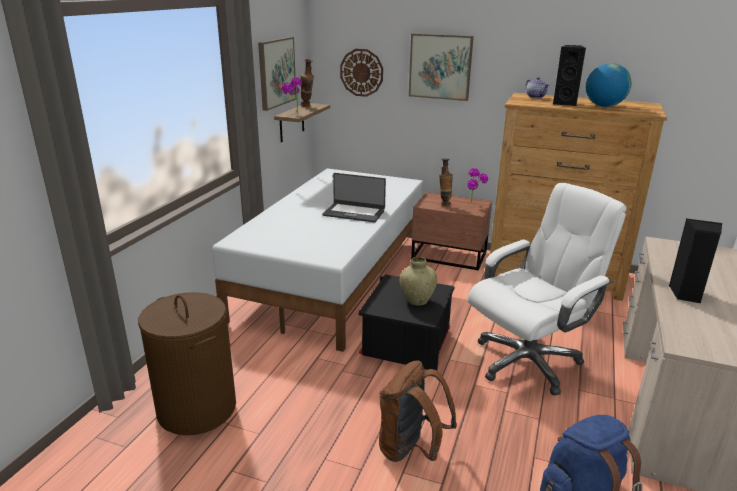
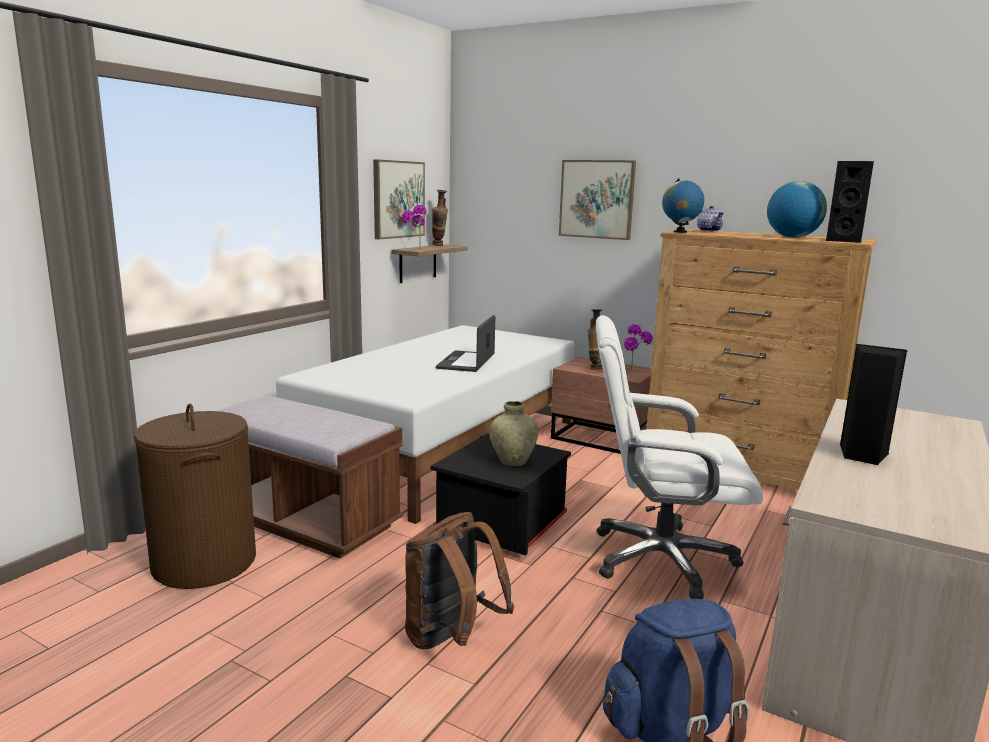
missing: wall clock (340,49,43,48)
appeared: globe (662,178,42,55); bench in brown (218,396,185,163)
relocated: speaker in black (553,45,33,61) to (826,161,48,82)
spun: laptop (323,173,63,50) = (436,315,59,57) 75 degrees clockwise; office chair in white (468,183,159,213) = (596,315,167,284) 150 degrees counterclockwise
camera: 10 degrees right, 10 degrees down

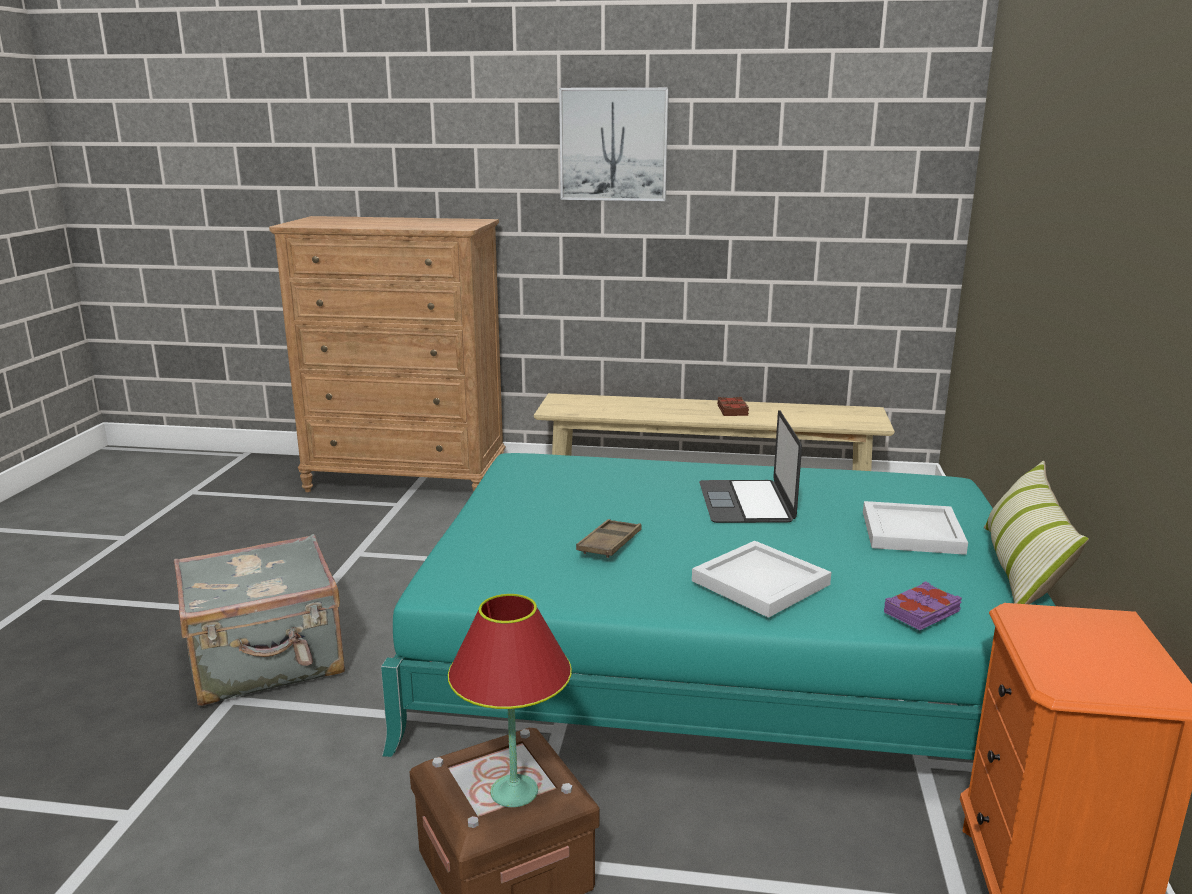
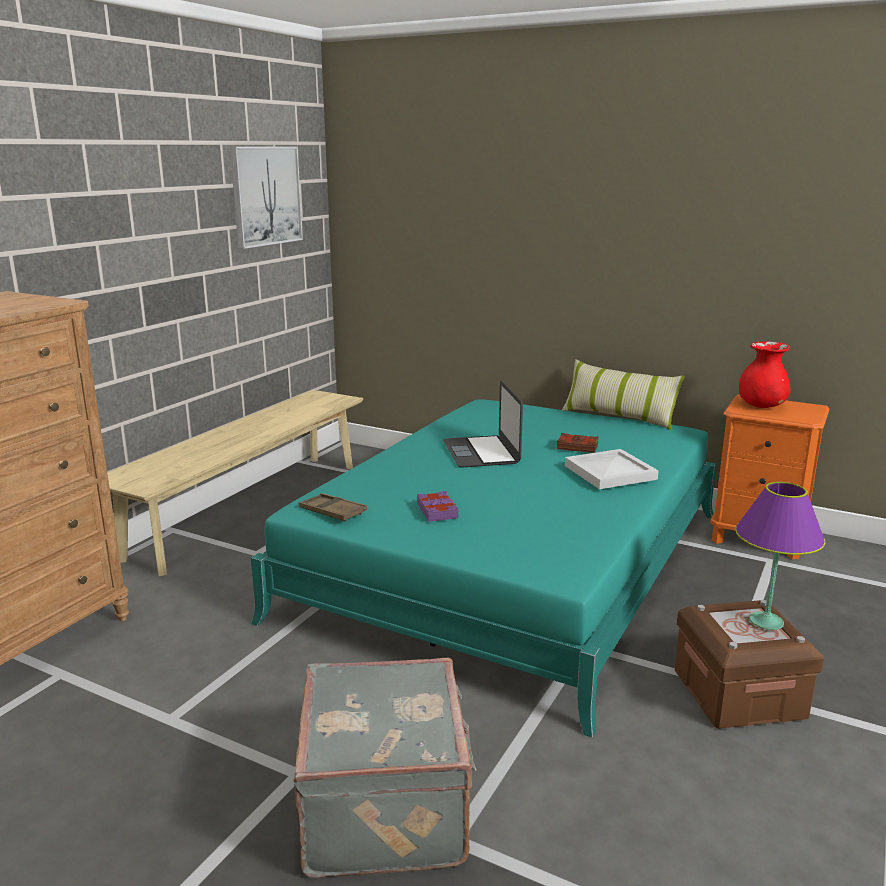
missing: tray in white (863,501,105,54)
appeared: vase in red (739,342,52,66)
relocated: picture (559,87,110,114) to (230,147,73,102); book in brown (717,397,32,19) to (557,433,42,20); tray in brown (576,519,66,39) to (299,493,68,29); book in purple (884,581,78,49) to (417,491,42,31)
colour: table lamp in red (448,594,124,213) to table lamp in purple (735,482,90,148)
spun: laptop (699,410,103,113) = (443,381,80,87) 60 degrees clockwise
camera: 70 degrees left, 0 degrees up

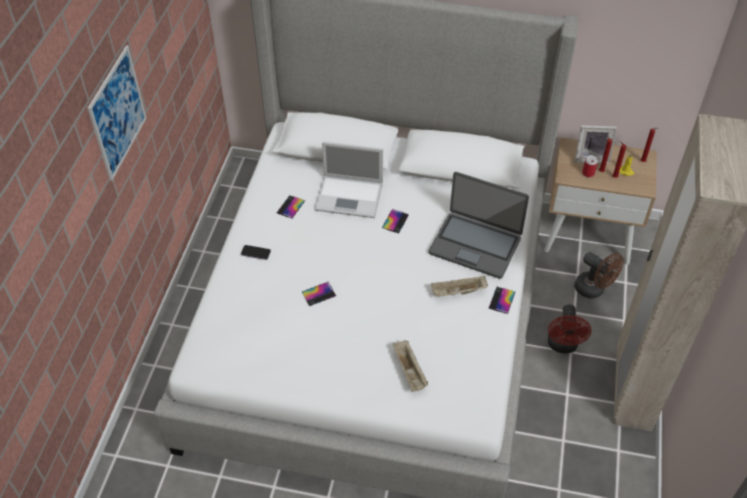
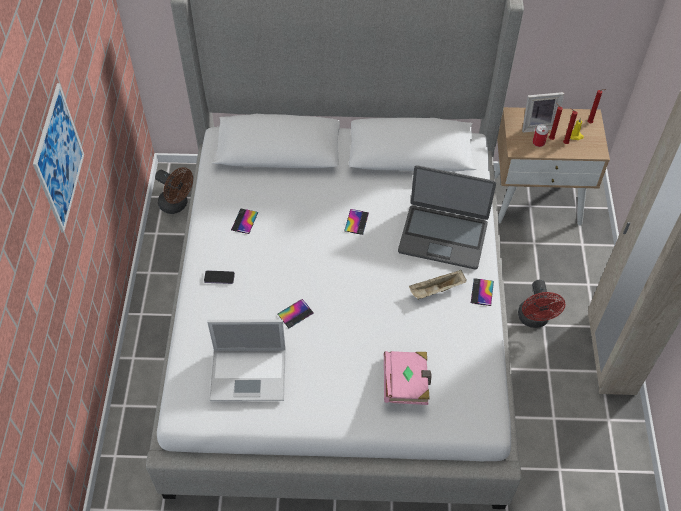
relocated: laptop (314,142,69,76) to (207,320,79,81); fan in brown (574,252,49,46) to (155,167,38,47)
exchanged: tray in beige (393,340,35,52) to book in pink (384,351,48,54)
camera: 10 degrees left, 5 degrees up

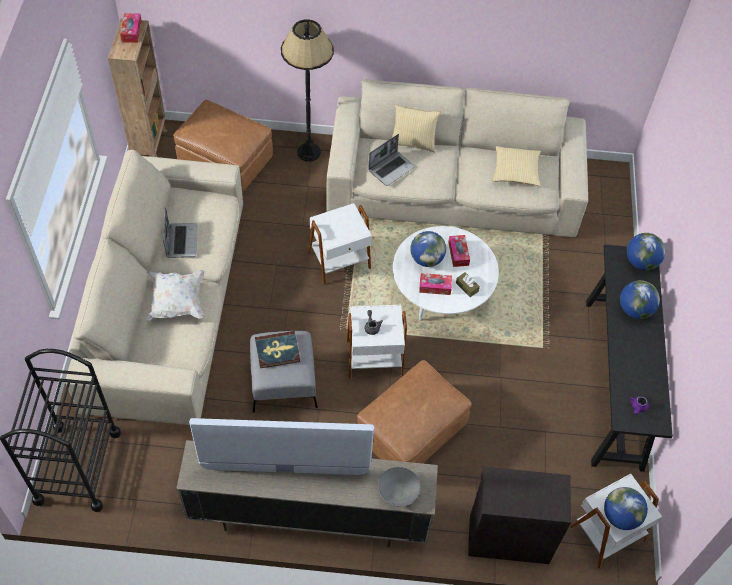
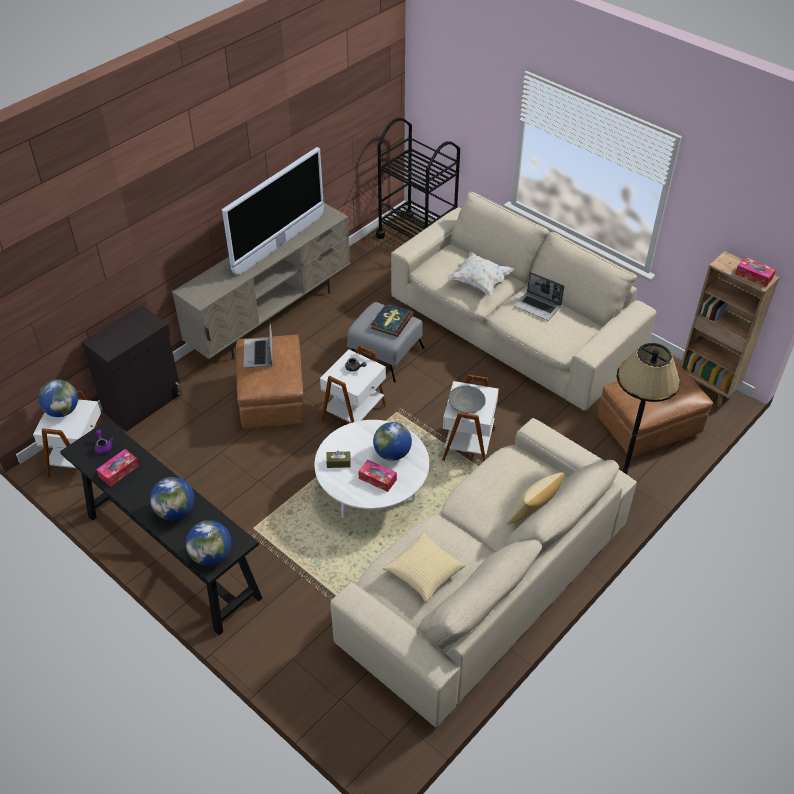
relocated: laptop (368,134,47,52) to (243,319,30,49); tissue box (419,273,33,22) to (96,449,43,38); bowl in grey (378,467,43,40) to (448,385,38,28)
camera: 130 degrees right, 10 degrees down

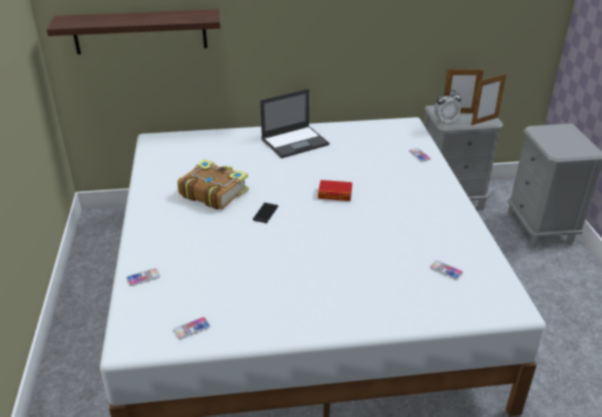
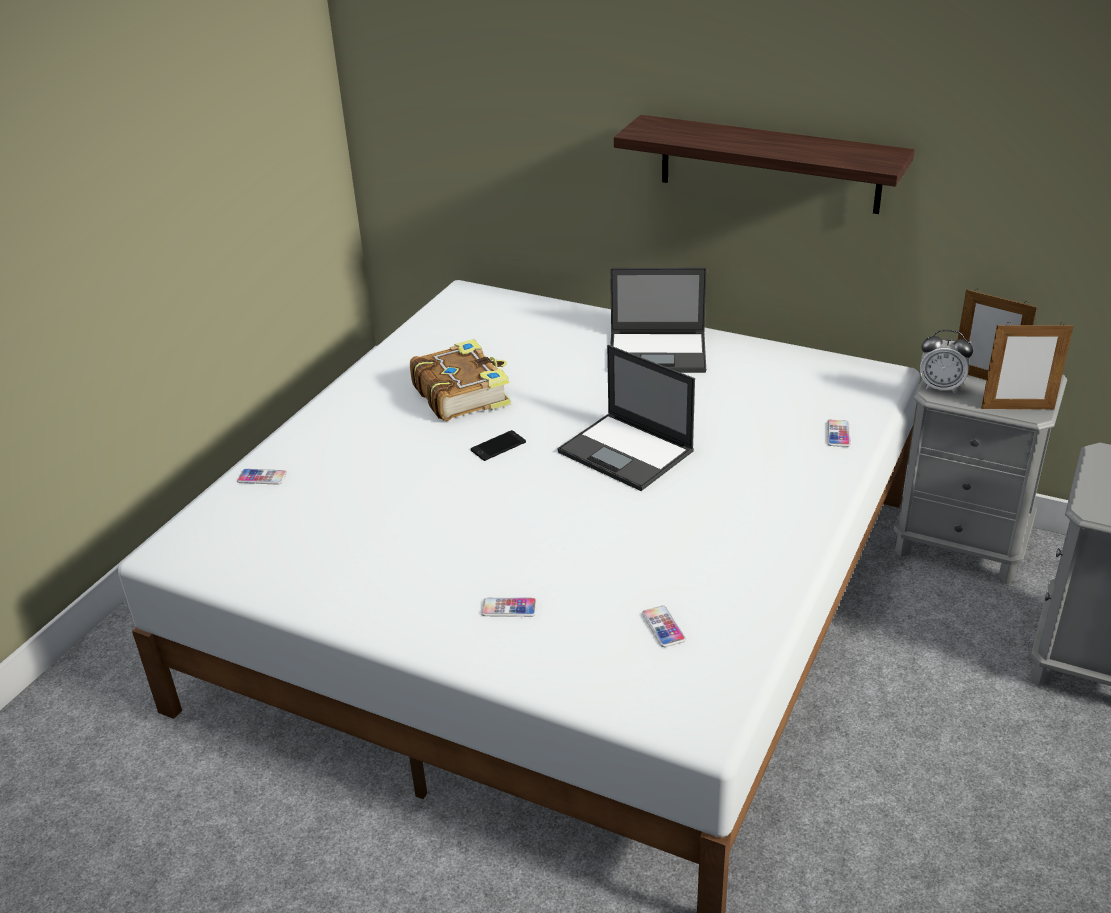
relocated: shelf (47,9,173,45) to (614,115,300,99); phone (173,317,37,22) to (482,598,55,19)
exchanged: book (318,180,34,21) to laptop (557,345,138,146)
camera: 35 degrees right, 0 degrees up

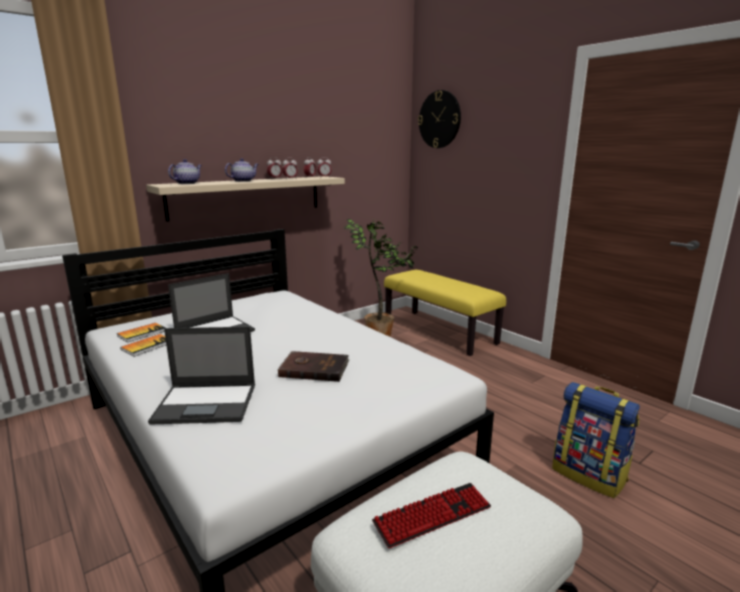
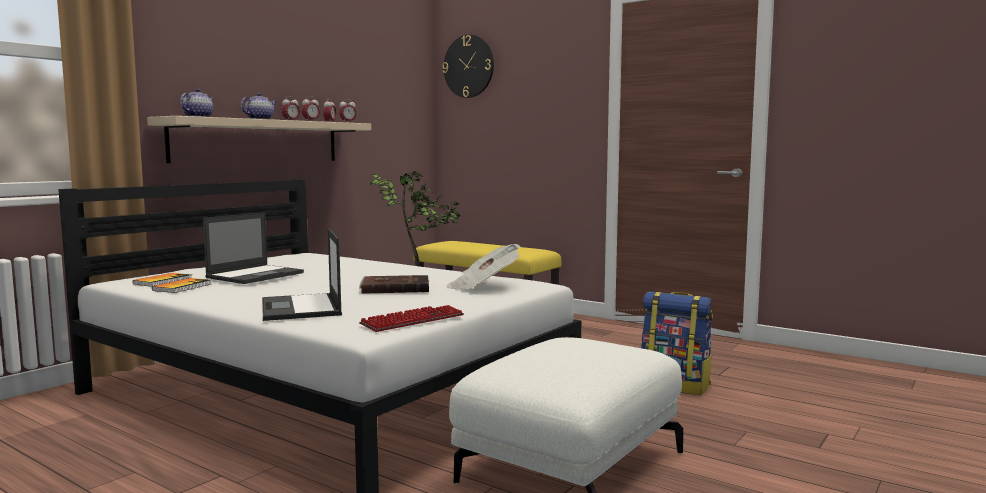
appeared: newspaper (447,244,74,46)
relocated: keyboard (372,483,119,65) to (359,305,105,27)
spun: laptop (148,327,107,98) = (262,228,80,93) 90 degrees clockwise
camera: 15 degrees left, 10 degrees down

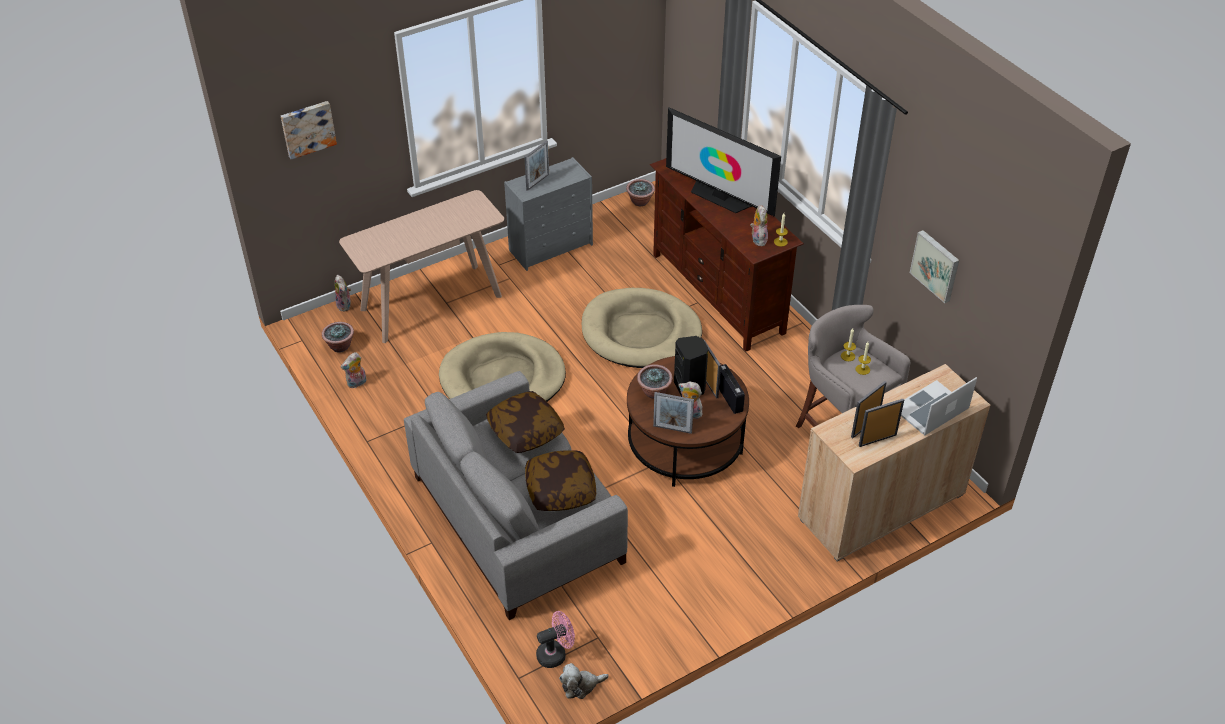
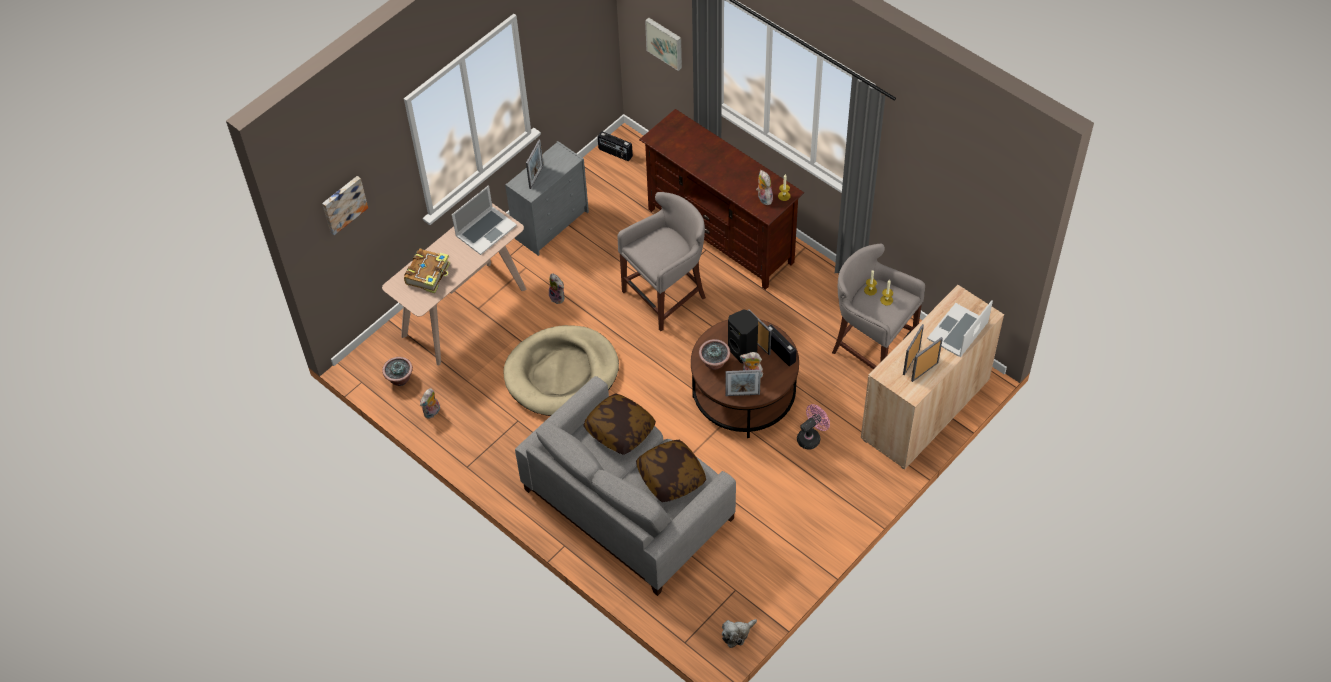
missing: television (666,107,115,109)
appeared: laptop (452,185,65,70); book (404,249,46,44)
relocated: picture (910,230,49,73) to (645,18,37,53); plush toy (335,275,16,36) to (549,274,15,30); fan in pink (536,611,39,57) to (797,404,33,46)
exchanged: potted plant (626,179,29,27) to radio (598,131,35,30); dog bed in beige (582,288,120,80) to stool in grey (618,192,88,139)
camera: 15 degrees left, 10 degrees up

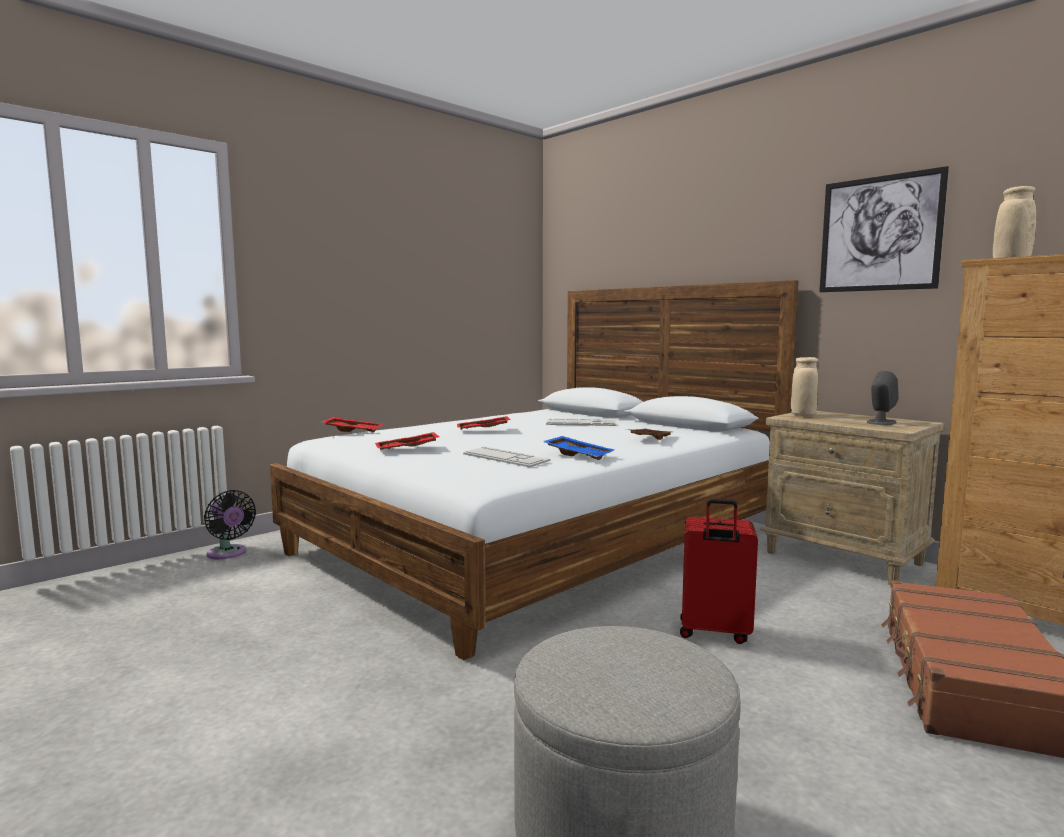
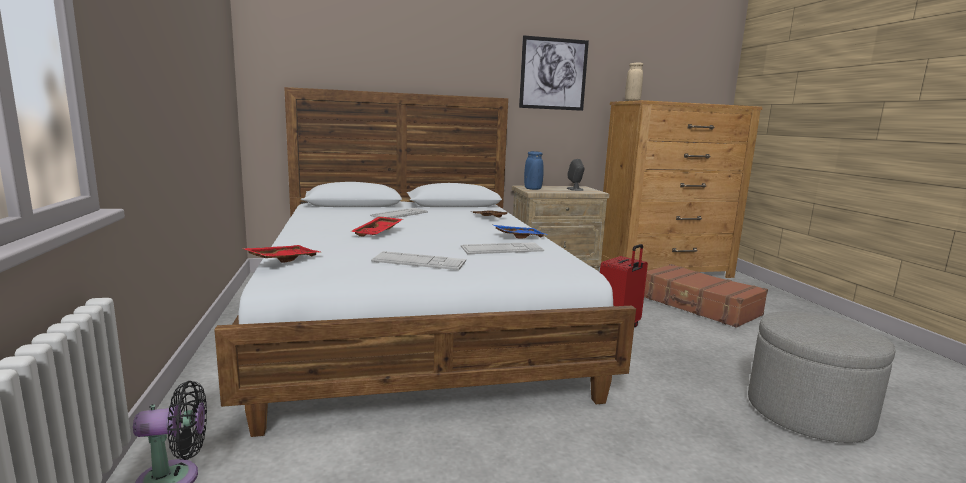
exchanged: tray in red (375,432,64,18) to keyboard (371,251,95,19)
colour: vase in beige (791,357,27,59) to vase in blue (524,151,19,39)
camera: 60 degrees left, 5 degrees up

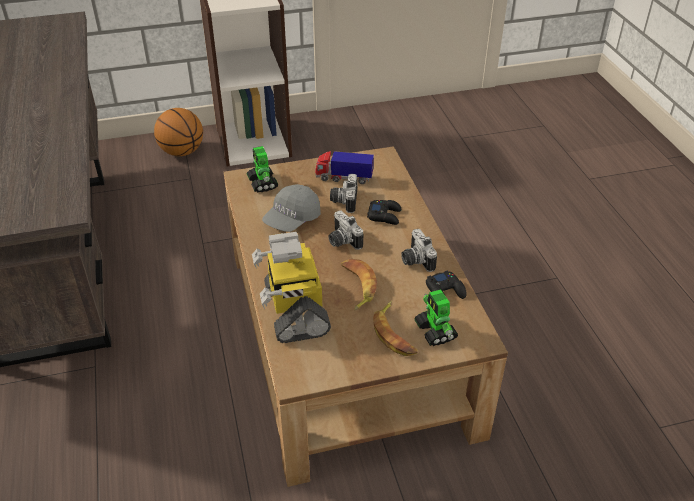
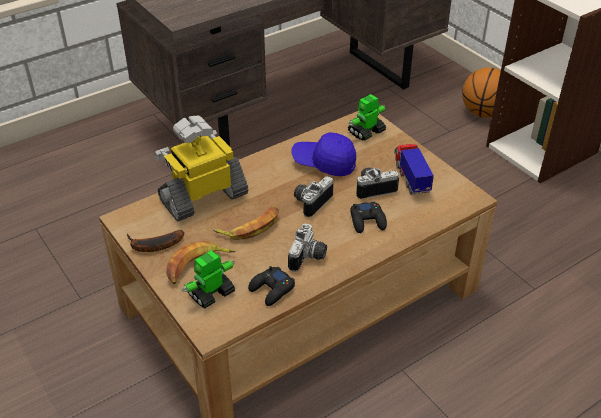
appeared: banana (127,230,57,22)
colour: cap in grey (262,184,59,48) to cap in blue (291,132,65,44)
spun: photo camera (401,229,36,43) = (288,223,39,49) 150 degrees clockwise
camera: 70 degrees right, 0 degrees up

